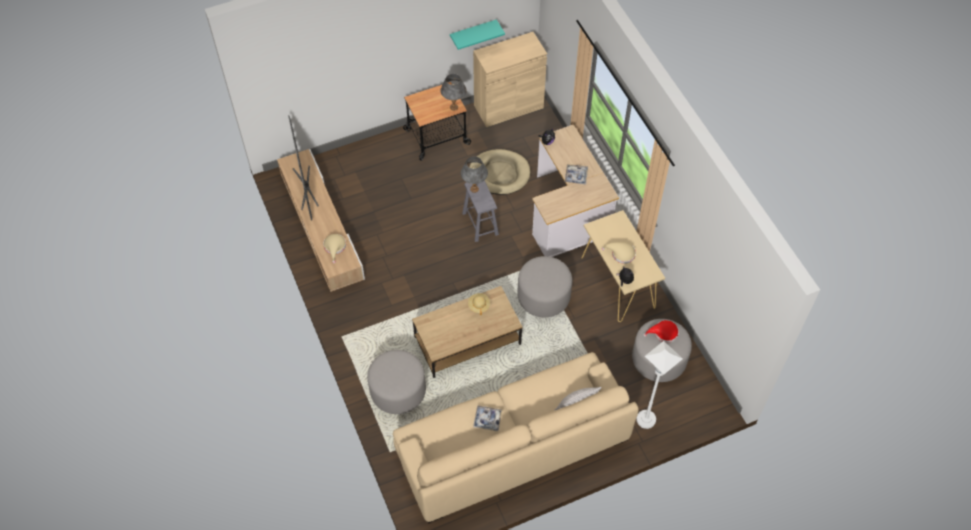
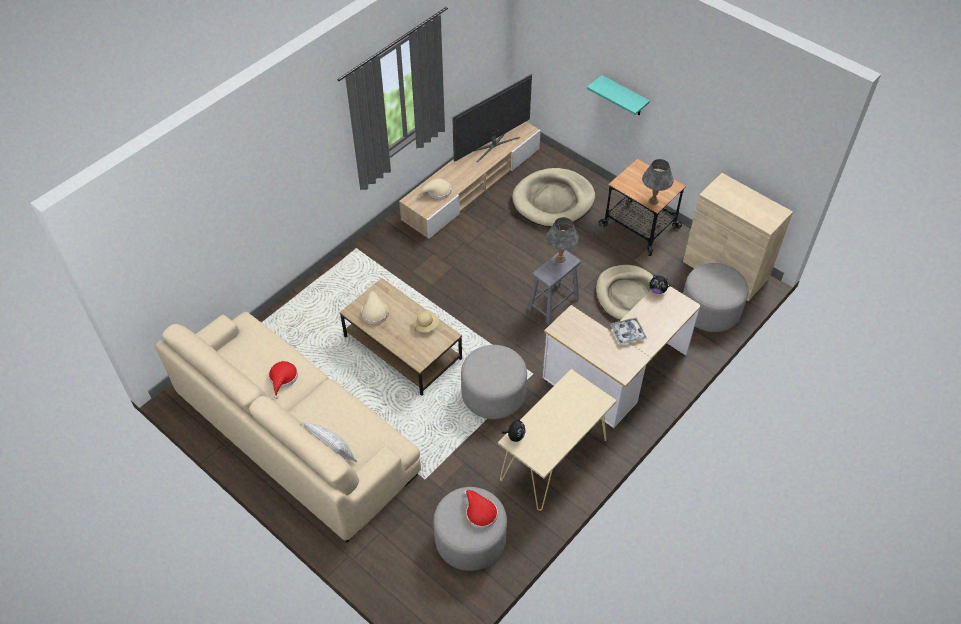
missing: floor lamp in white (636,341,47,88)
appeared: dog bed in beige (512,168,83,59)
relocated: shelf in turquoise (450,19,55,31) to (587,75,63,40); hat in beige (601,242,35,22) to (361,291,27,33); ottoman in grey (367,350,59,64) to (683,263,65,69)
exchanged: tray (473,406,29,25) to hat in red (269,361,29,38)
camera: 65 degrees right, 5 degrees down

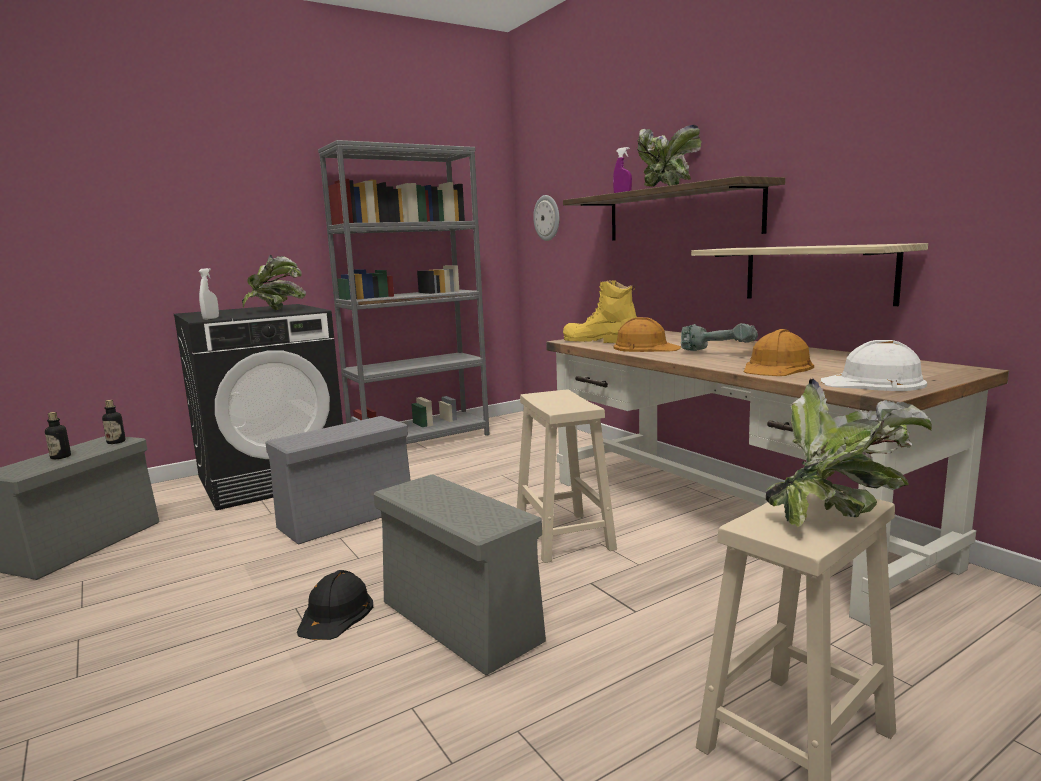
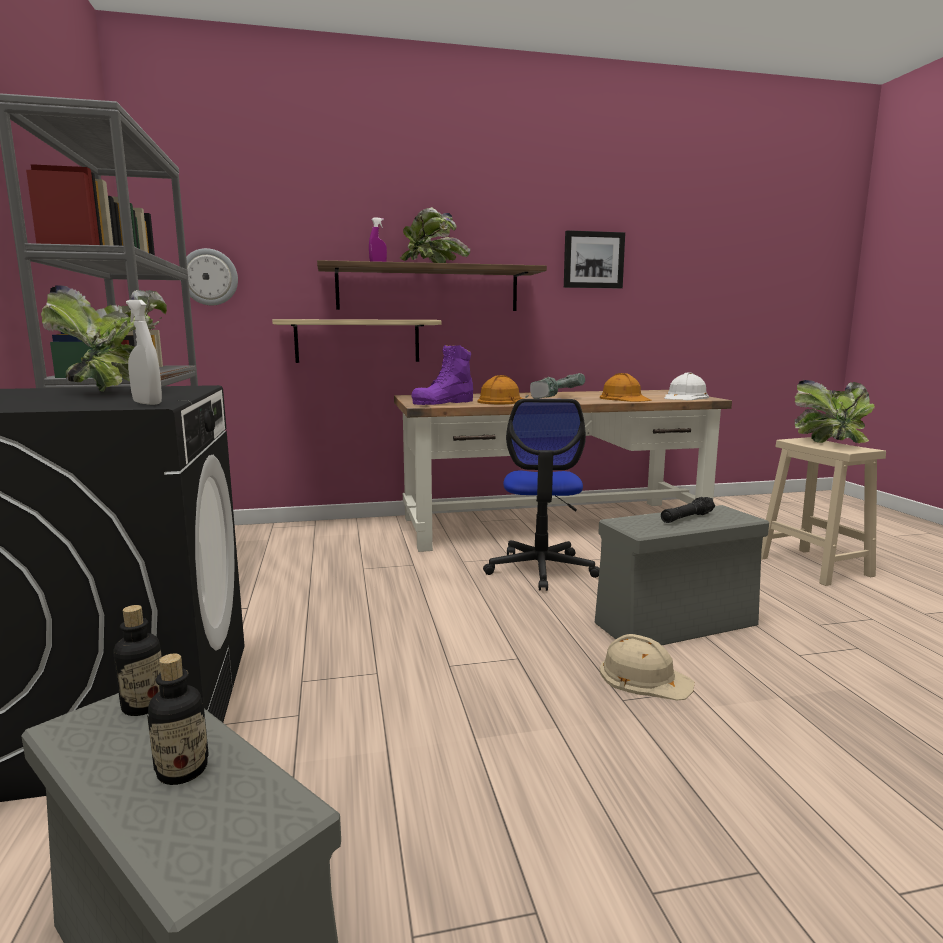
missing: storage box in grey (266,416,145,129)
appeared: picture (564,230,61,58); flashlight in black (661,497,54,26)
relocated: shelf (691,243,237,63) to (272,319,169,44)
exchanged: stool in beige (517,389,100,174) to office chair (483,399,117,192)
colour: boot in yellow (563,281,74,63) to boot in purple (411,345,62,60); hard hat in black (297,570,76,70) to hard hat in beige (600,634,95,66)
camera: 70 degrees left, 0 degrees up

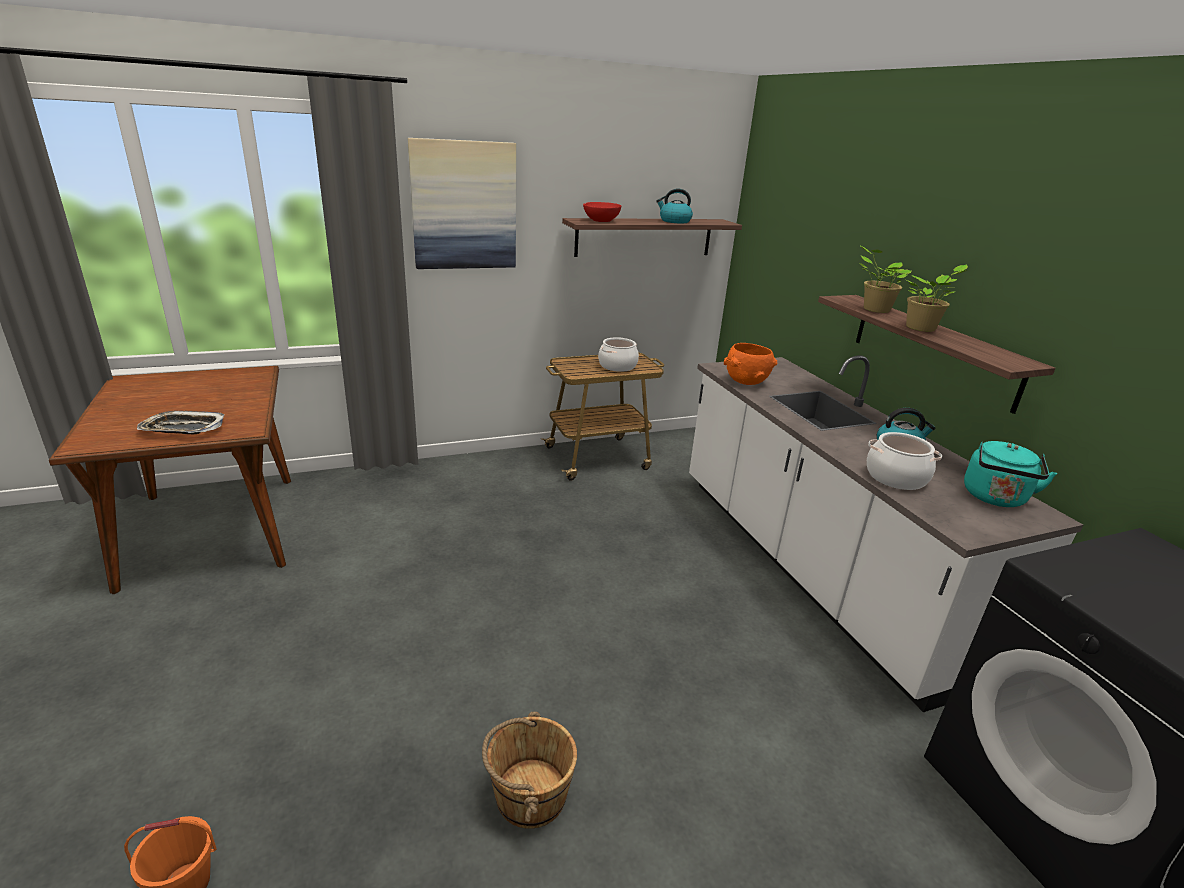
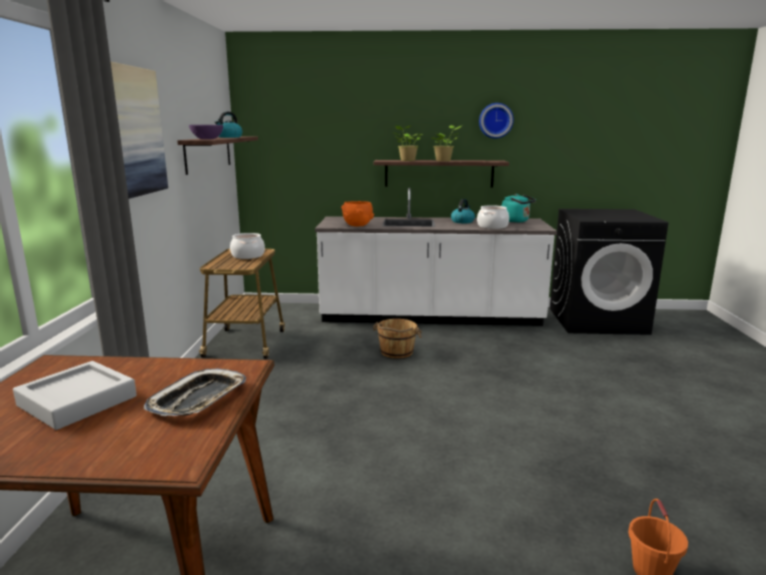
appeared: wall clock (479,103,35,36); tray in grey (13,361,124,69)
relocated: bucket in brown (482,712,95,117) to (373,319,49,40)
colour: bowl in red (583,202,38,20) to bowl in purple (189,125,34,14)
camera: 65 degrees left, 10 degrees down

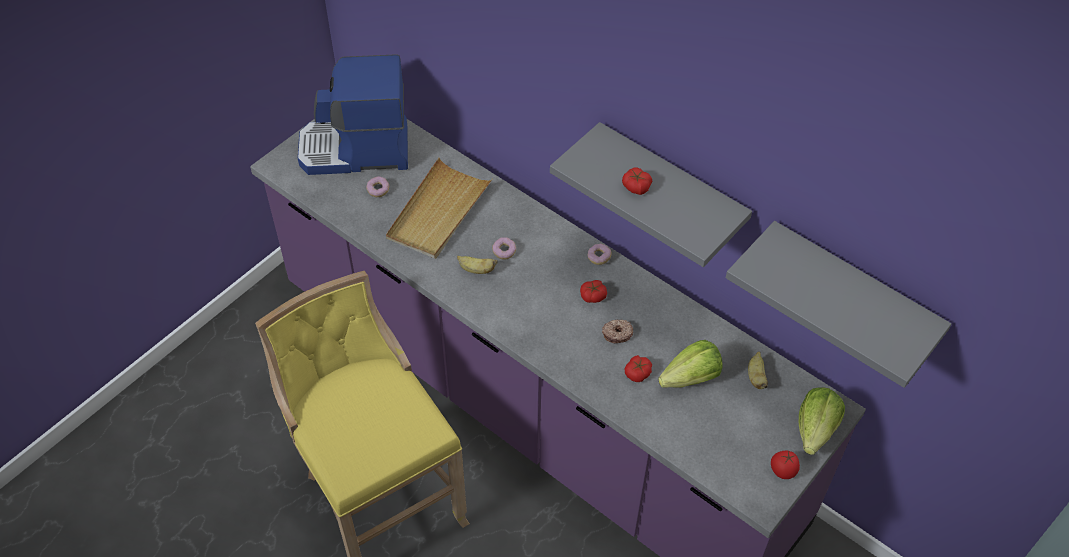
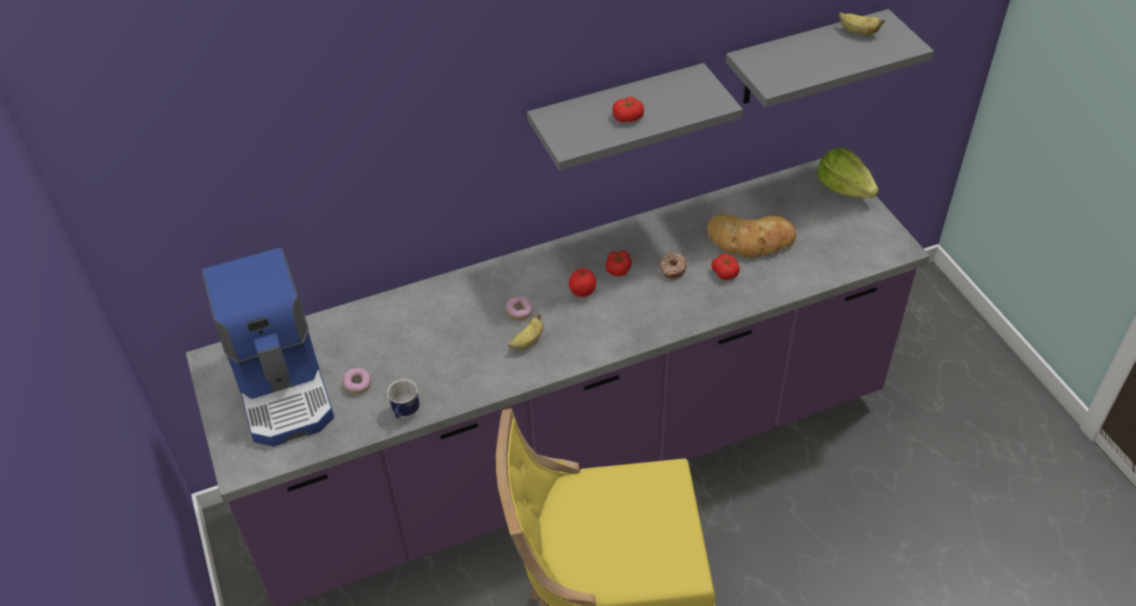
missing: tray in beige (386,158,107,101); donut (588,244,24,21)
appeared: mug (387,379,33,39)
relocated: banana (748,351,20,38) to (839,12,46,23); tomato (771,451,29,28) to (569,268,27,29)
exchanged: lettuce (658,340,65,48) to bread (707,214,89,44)
spun: coffee machine (298,54,110,121) = (202,247,132,200) 45 degrees counterclockwise
camera: 60 degrees left, 5 degrees down

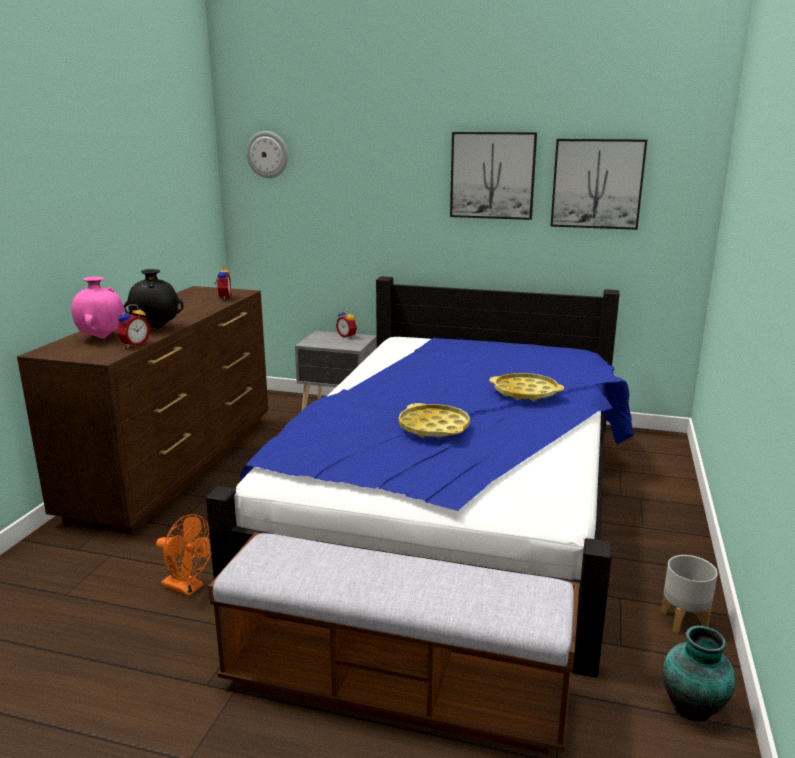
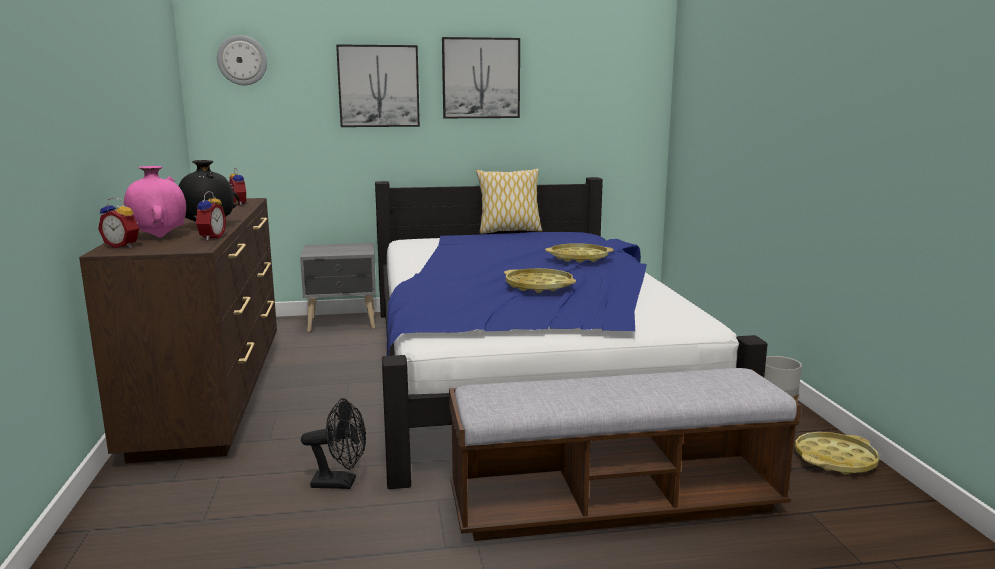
appeared: pillow (476,168,66,66)
relocated: picture (551,139,96,91) to (336,44,84,83); alarm clock (336,308,21,30) to (98,197,41,51)
exchanged: vase (663,626,73,95) to tray in yellow (795,432,85,43)
colour: fan in orange (156,514,55,82) to fan in black (301,398,65,91)
camera: 25 degrees left, 5 degrees down

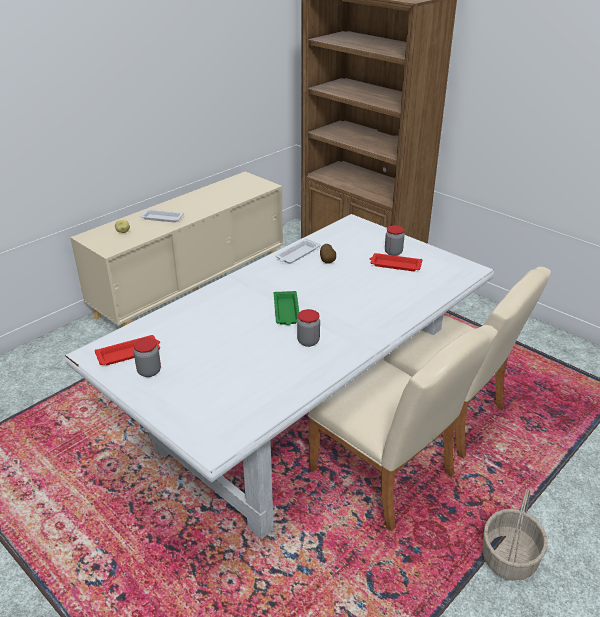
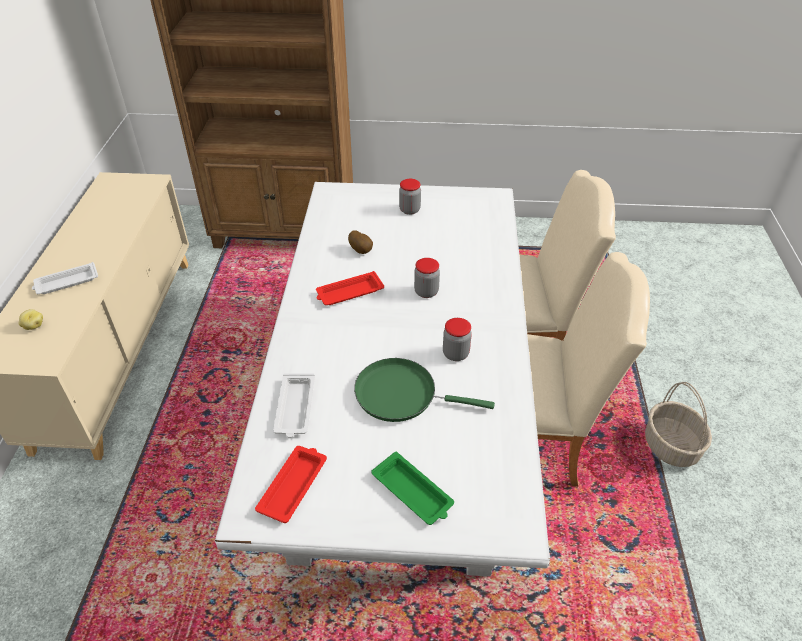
appeared: frying pan in green (354,358,141,64)
relocated: tray in white (275,238,46,26) to (273,373,42,65); tray in red (370,253,52,18) to (316,271,68,34); tray in green (274,291,25,34) to (371,452,83,73); jar (133,338,28,39) to (414,258,26,40)
camera: 40 degrees left, 10 degrees up

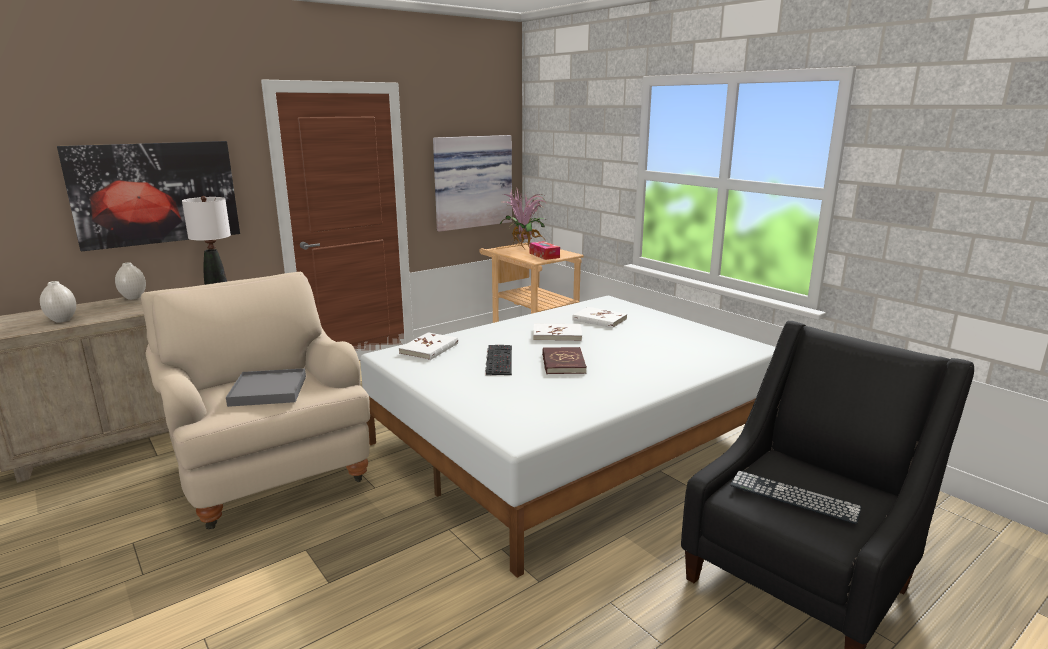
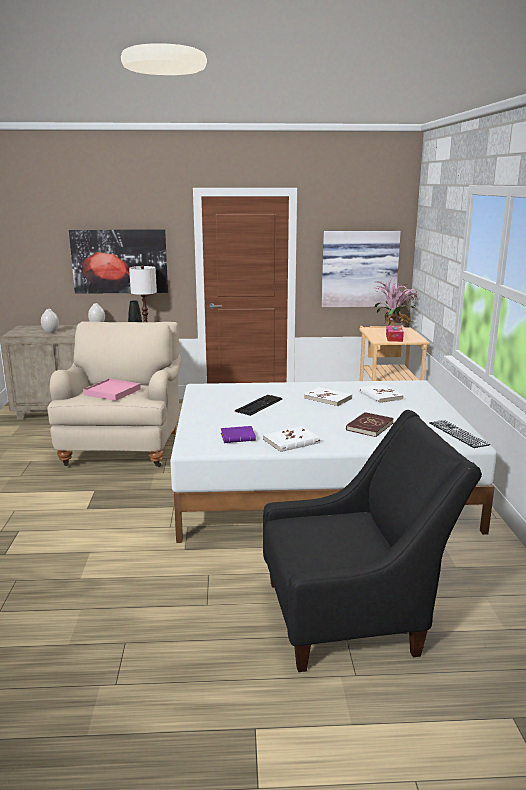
appeared: book in purple (221,426,35,17)
relocated: book in white (399,332,59,28) to (263,427,57,25); book in red (542,347,45,27) to (346,412,48,25); keyboard (730,471,132,53) to (429,420,61,28)
colour: tray in grey (226,368,80,39) to tray in pink (83,379,58,22)
camera: 35 degrees right, 0 degrees up

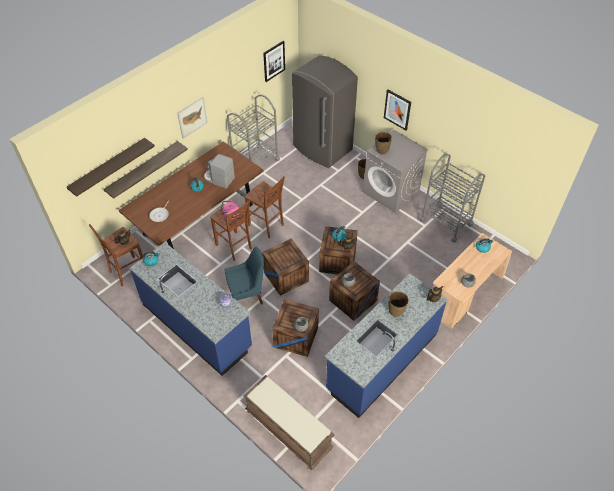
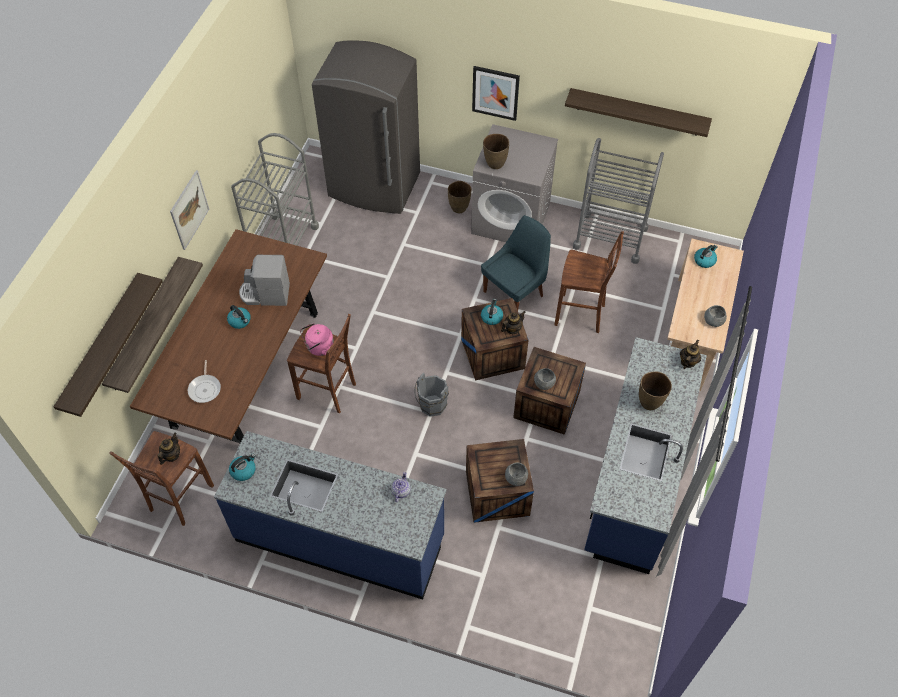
missing: picture (263,41,22,41); bench in brown (243,375,91,95)
appeared: shelf (565,88,147,49)
relocated: stool in brown (245,176,40,62) to (554,231,70,102); chair in blue (225,247,39,57) to (481,215,70,96)
exchanged: crate (262,238,47,57) to bucket in grey (414,372,35,45)
camera: 25 degrees left, 5 degrees up

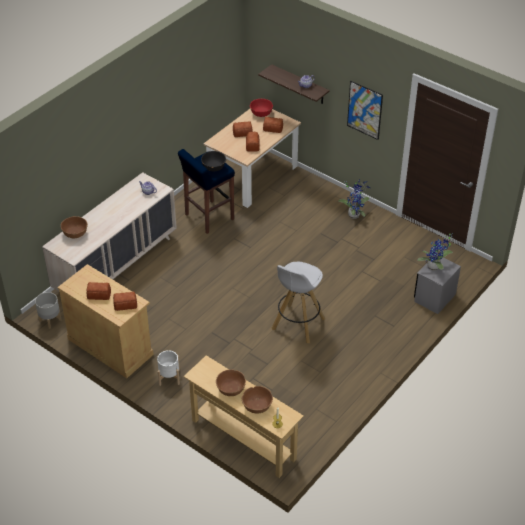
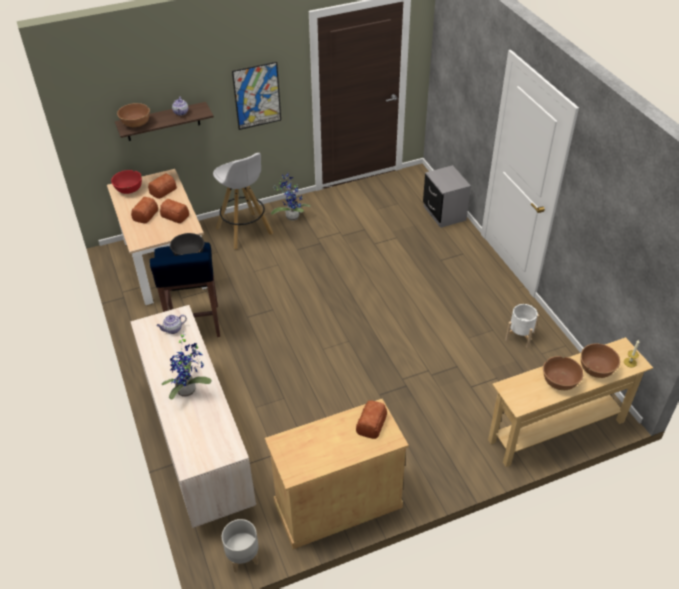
missing: bread (87,282,24,18)
relocated: bowl in brown (61,216,27,23) to (117,103,33,24); potted plant (417,233,36,38) to (162,331,50,68); stool in white (271,261,54,82) to (213,153,61,96); planter in white (157,350,23,36) to (505,304,34,44)
camera: 60 degrees left, 0 degrees up

